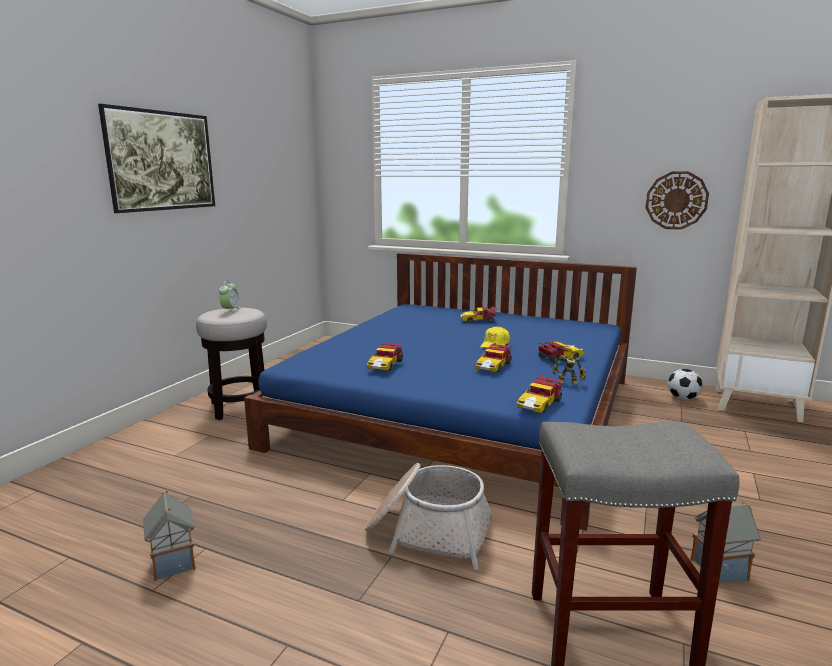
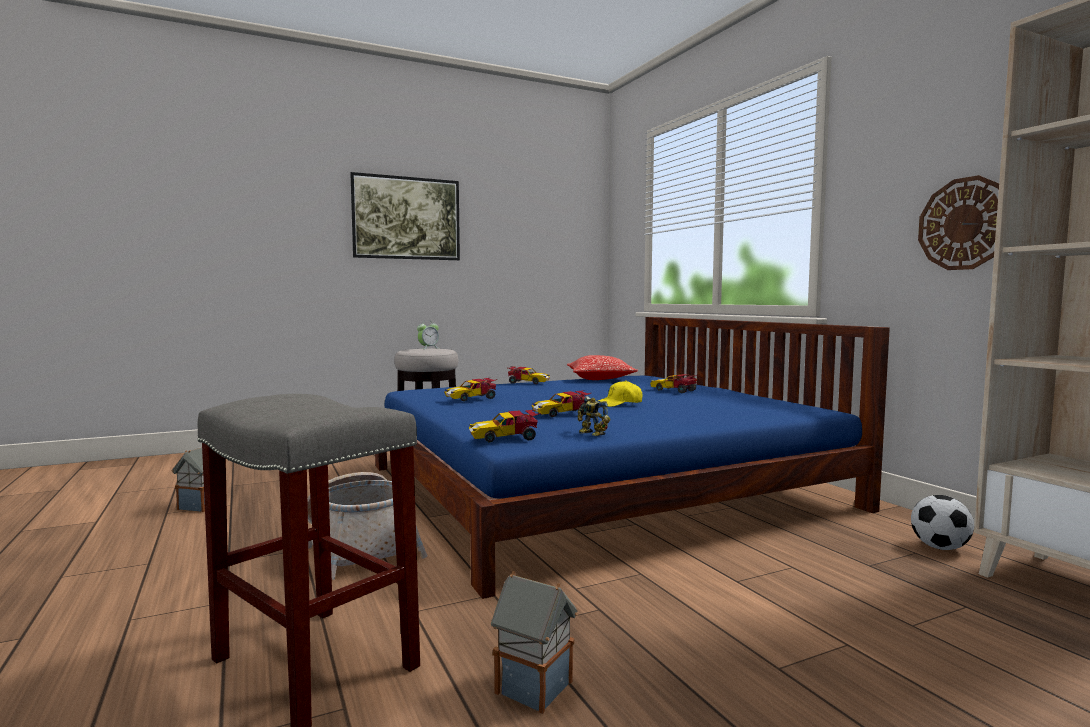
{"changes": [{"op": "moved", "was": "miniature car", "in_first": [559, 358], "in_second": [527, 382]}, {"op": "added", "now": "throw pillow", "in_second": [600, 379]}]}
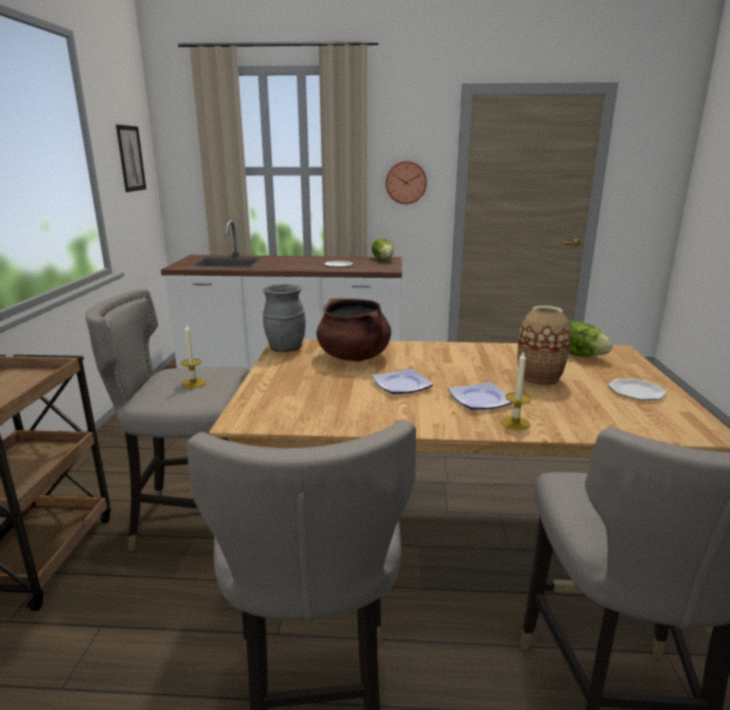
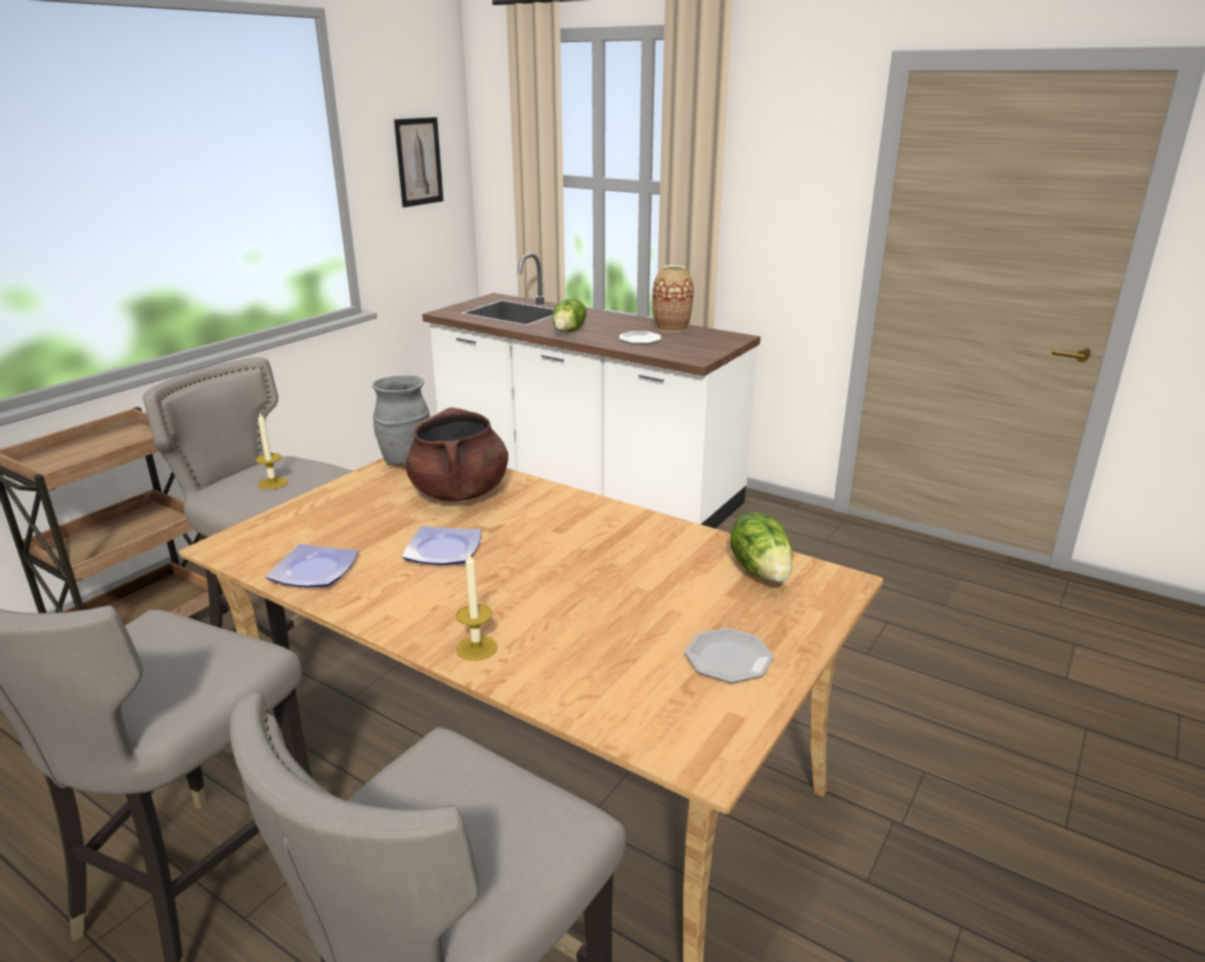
{"changes": [{"op": "moved", "was": "lettuce head", "in_first": [383, 259], "in_second": [569, 331]}, {"op": "removed", "was": "hanging clock", "in_first": [406, 182]}, {"op": "moved", "was": "flat dish", "in_first": [479, 400], "in_second": [314, 570]}, {"op": "moved", "was": "flower vase", "in_first": [539, 379], "in_second": [671, 328]}]}
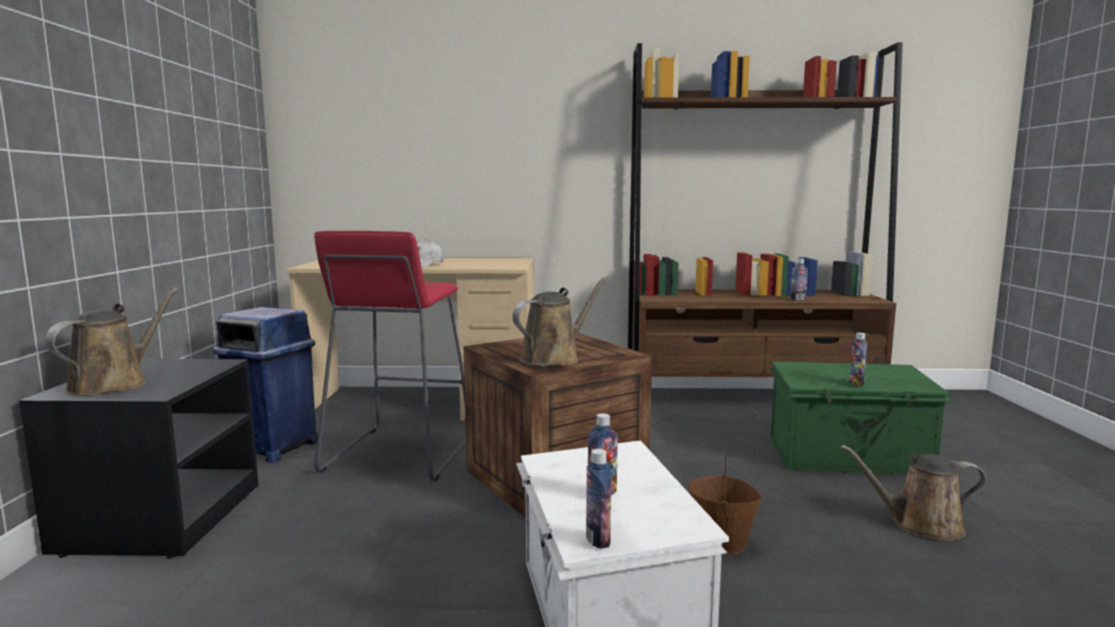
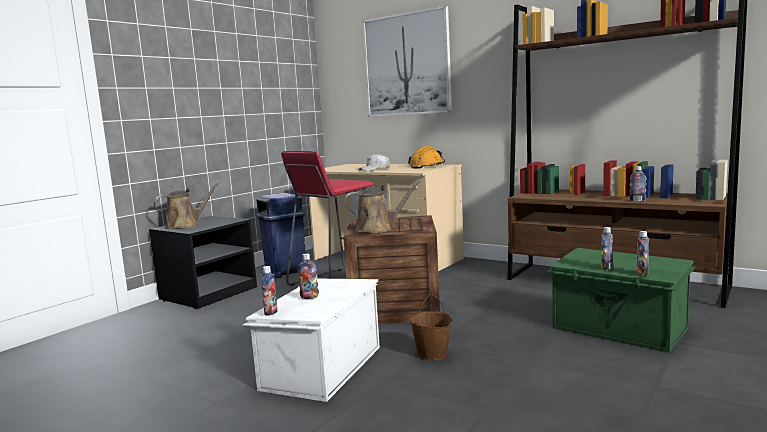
{"changes": [{"op": "removed", "was": "brown-coloured watering pot", "in_first": [920, 525]}, {"op": "added", "now": "wall picture", "in_second": [407, 65]}, {"op": "added", "now": "orange-coloured work helmet", "in_second": [427, 166]}, {"op": "added", "now": "bottle", "in_second": [642, 273]}]}
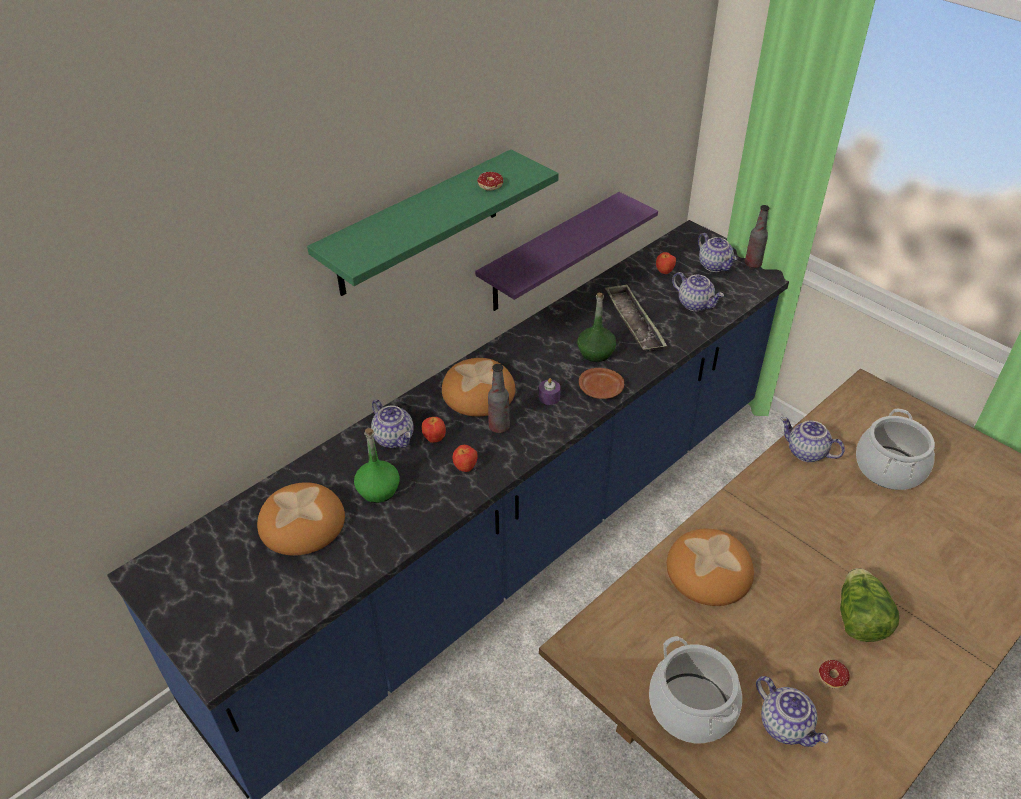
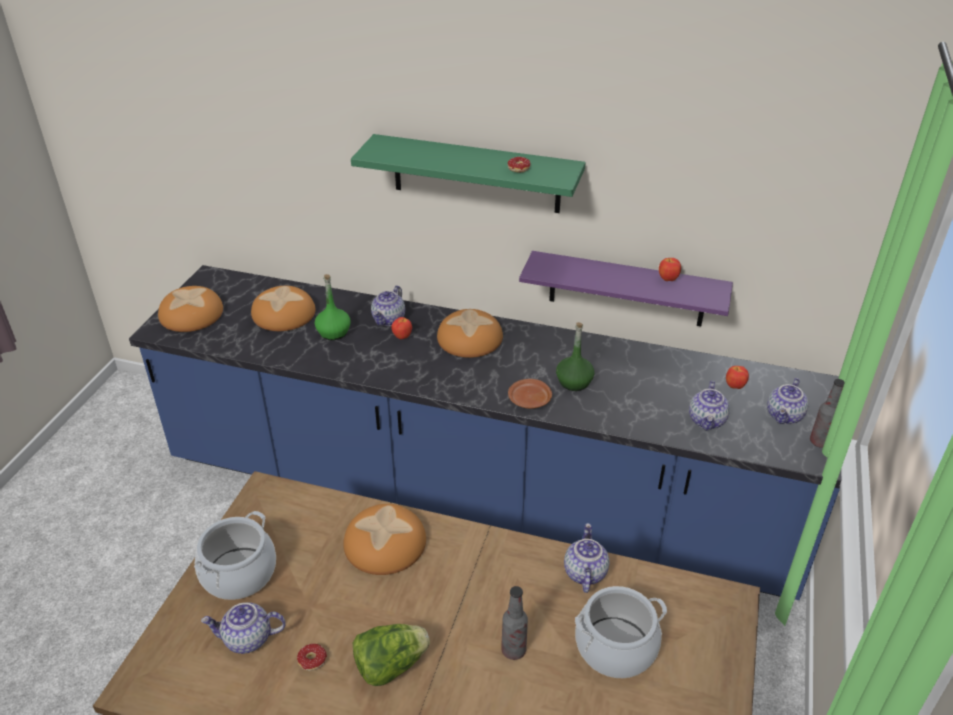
{"changes": [{"op": "moved", "was": "apple fruit", "in_first": [465, 468], "in_second": [668, 279]}, {"op": "moved", "was": "bottle", "in_first": [499, 427], "in_second": [513, 650]}, {"op": "removed", "was": "purple-coloured wax light", "in_first": [549, 397]}, {"op": "removed", "was": "serving tray", "in_first": [634, 322]}, {"op": "turned", "was": "pot for tea", "in_first": [786, 725], "in_second": [247, 639], "clockwise": 60}, {"op": "added", "now": "bread", "in_second": [191, 314]}]}
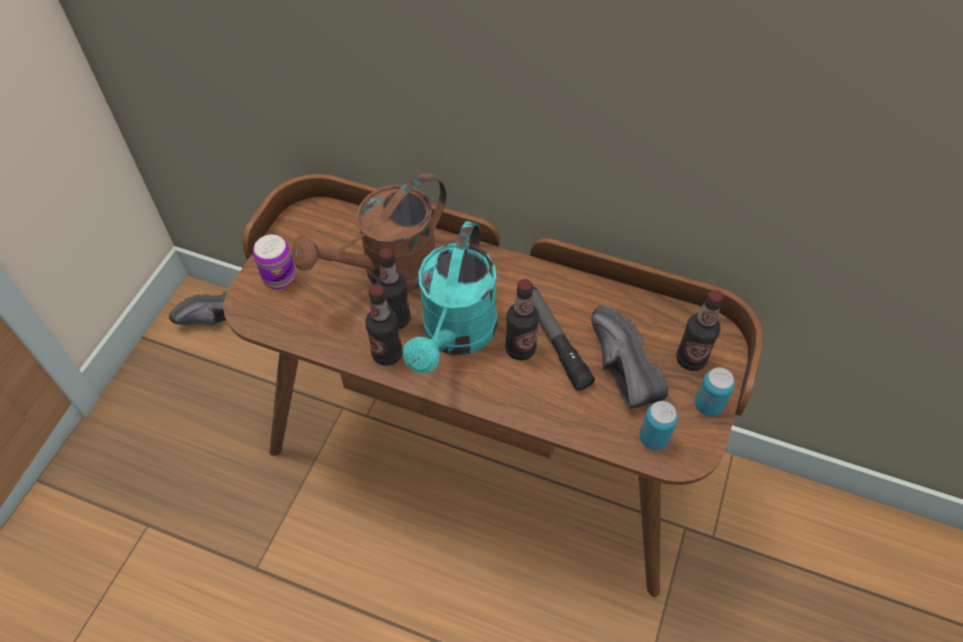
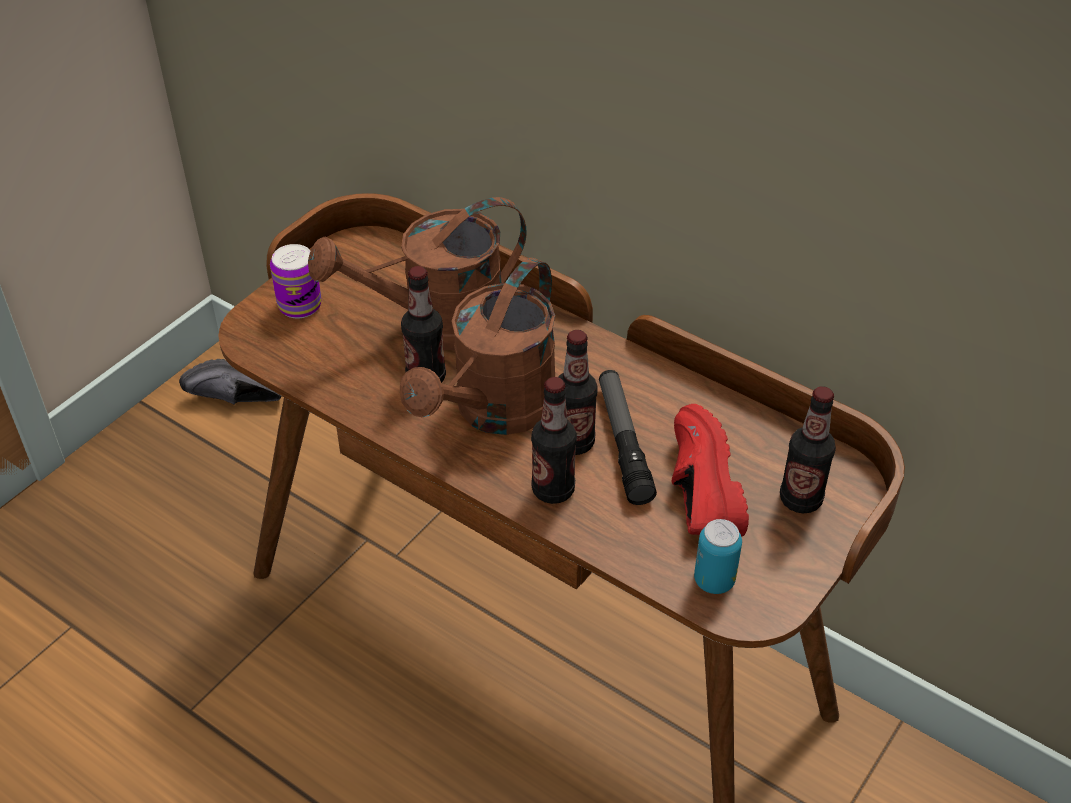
{"changes": [{"op": "moved", "was": "bottle", "in_first": [387, 354], "in_second": [553, 490]}, {"op": "recoloured", "was": "turquoise-coloured watering pot", "now": "brown-coloured watering pot", "in_first": [455, 336], "in_second": [495, 411]}, {"op": "recoloured", "was": "blackish shoe", "now": "red-coloured shoe", "in_first": [616, 370], "in_second": [693, 491]}, {"op": "removed", "was": "sealed can", "in_first": [708, 405]}]}
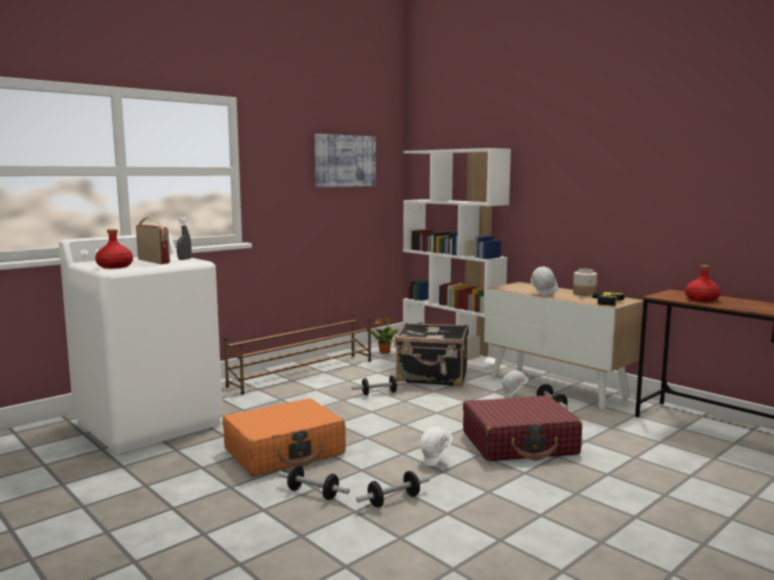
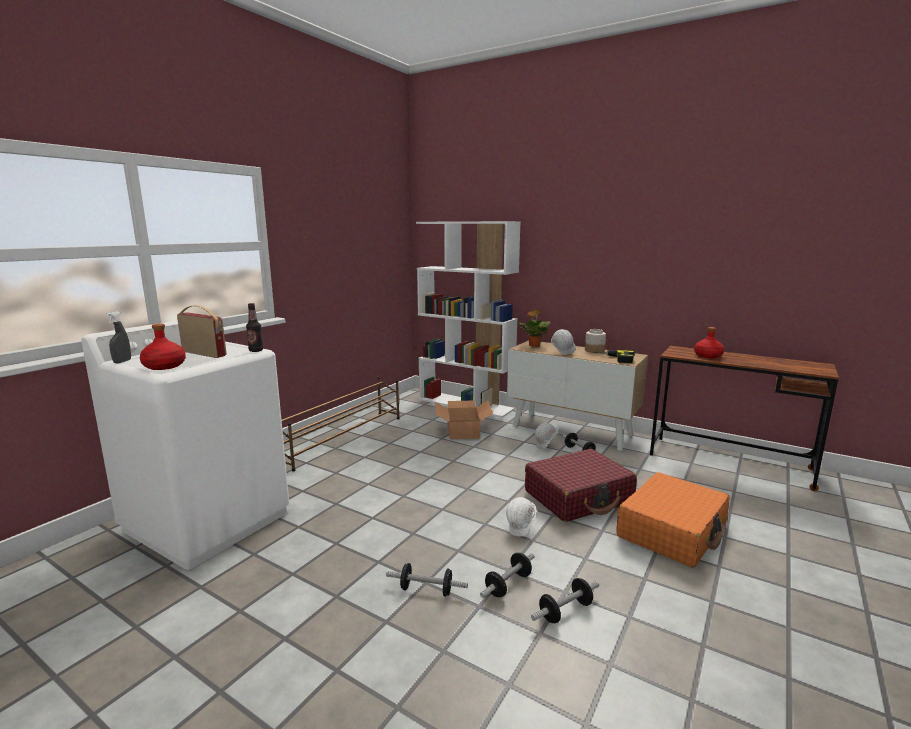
{"changes": [{"op": "moved", "was": "grey spray bottle", "in_first": [184, 259], "in_second": [122, 361]}, {"op": "moved", "was": "orange-coloured travel case", "in_first": [285, 451], "in_second": [672, 531]}, {"op": "removed", "was": "wall picture", "in_first": [345, 161]}, {"op": "moved", "was": "hand weight", "in_first": [379, 393], "in_second": [565, 611]}, {"op": "moved", "was": "houseplant", "in_first": [384, 352], "in_second": [534, 345]}, {"op": "replaced", "was": "blackish travel case", "now": "packing box", "in_first": [432, 377], "in_second": [463, 431]}, {"op": "added", "now": "bottle", "in_second": [256, 350]}]}
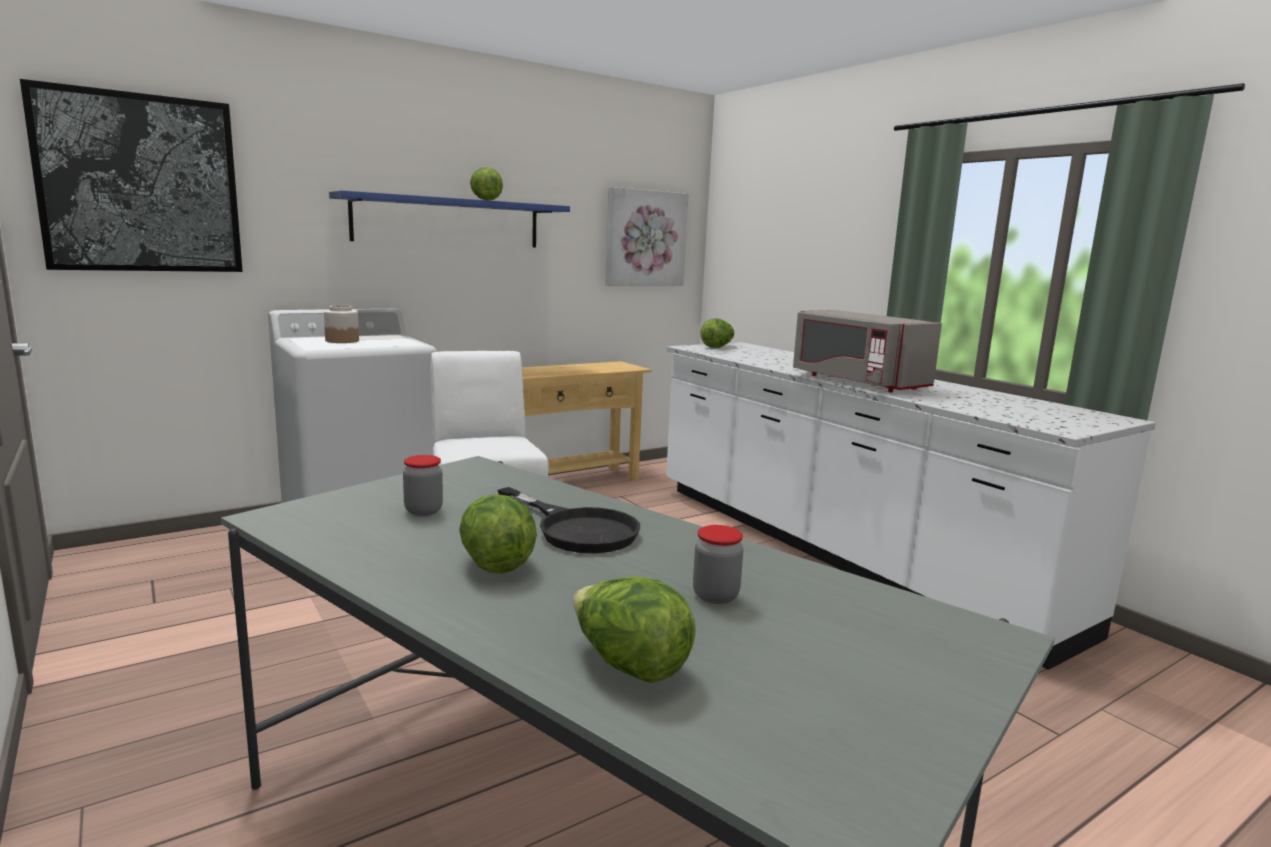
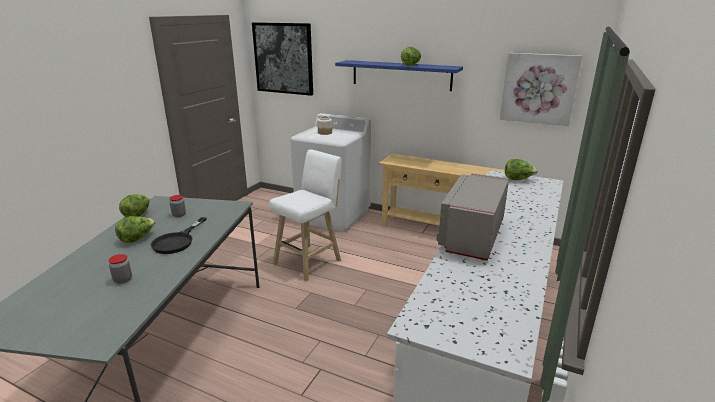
{"changes": [{"op": "moved", "was": "lettuce head", "in_first": [628, 665], "in_second": [137, 215]}]}
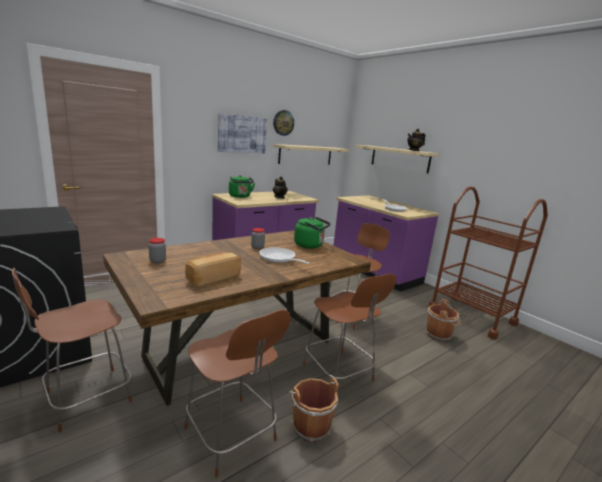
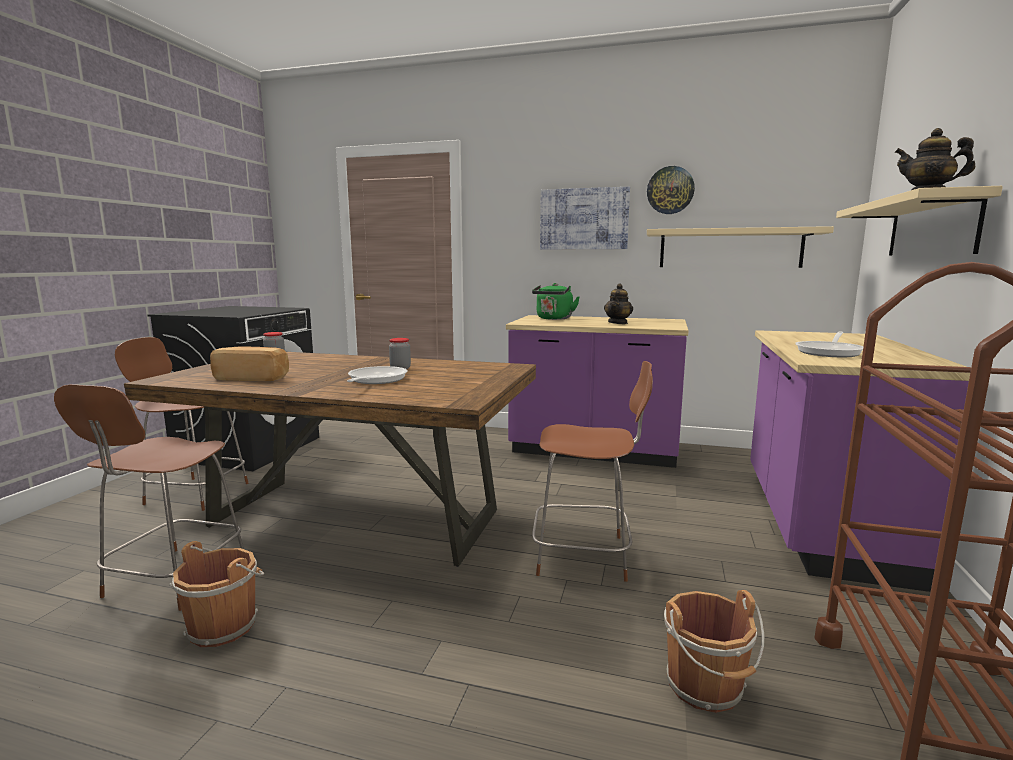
{"changes": [{"op": "removed", "was": "green water kettle", "in_first": [310, 245]}, {"op": "removed", "was": "brown-coloured plain chair", "in_first": [339, 374]}]}
